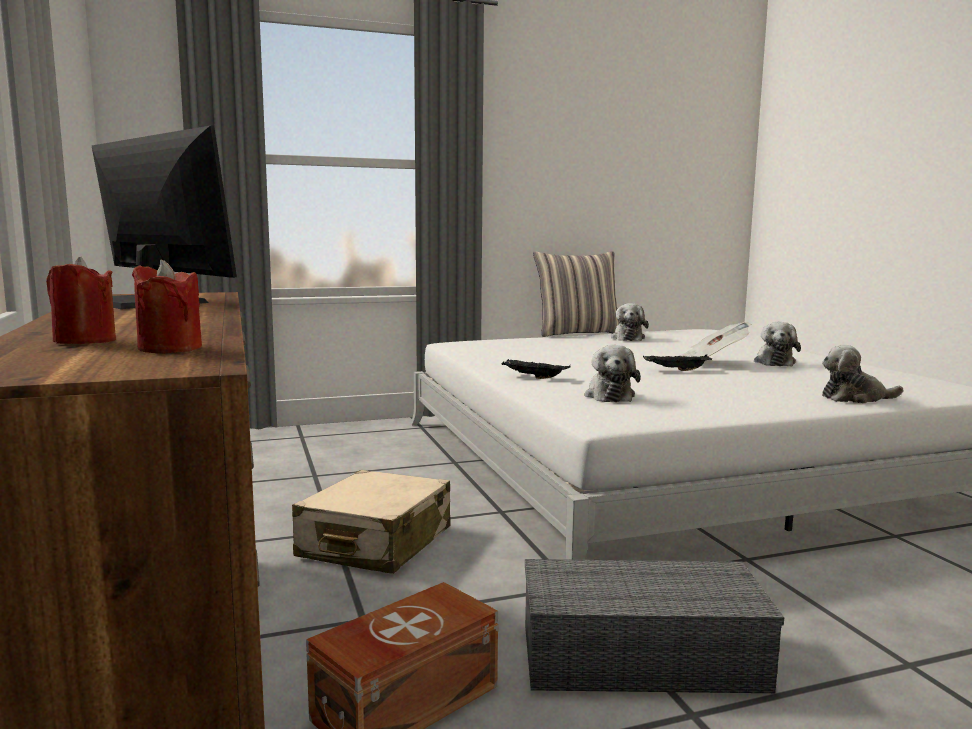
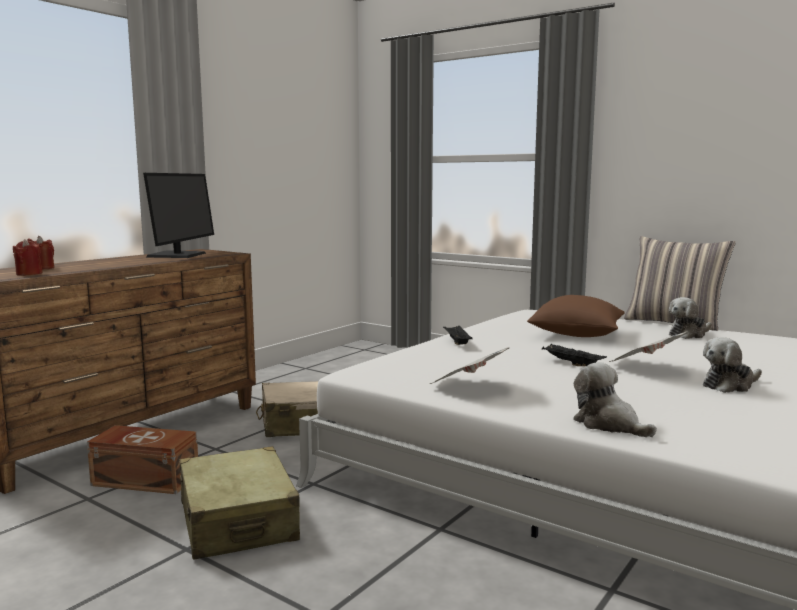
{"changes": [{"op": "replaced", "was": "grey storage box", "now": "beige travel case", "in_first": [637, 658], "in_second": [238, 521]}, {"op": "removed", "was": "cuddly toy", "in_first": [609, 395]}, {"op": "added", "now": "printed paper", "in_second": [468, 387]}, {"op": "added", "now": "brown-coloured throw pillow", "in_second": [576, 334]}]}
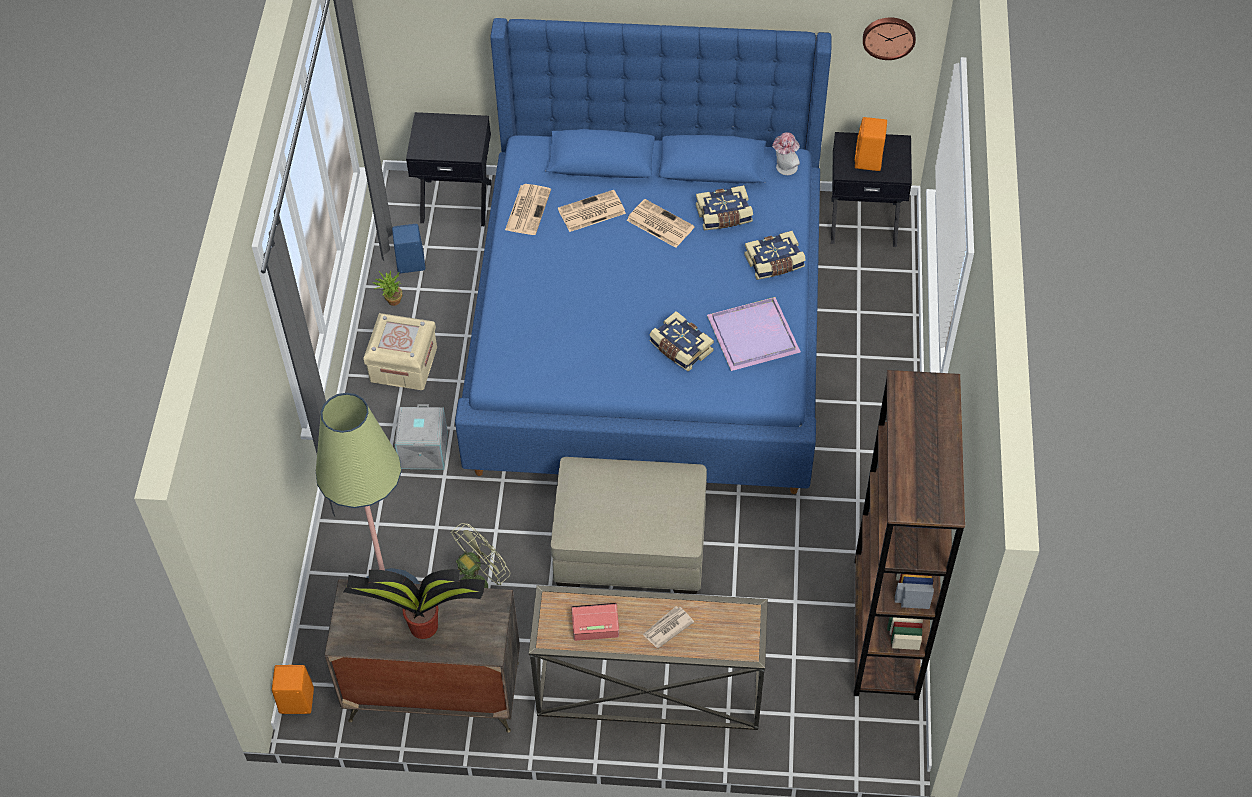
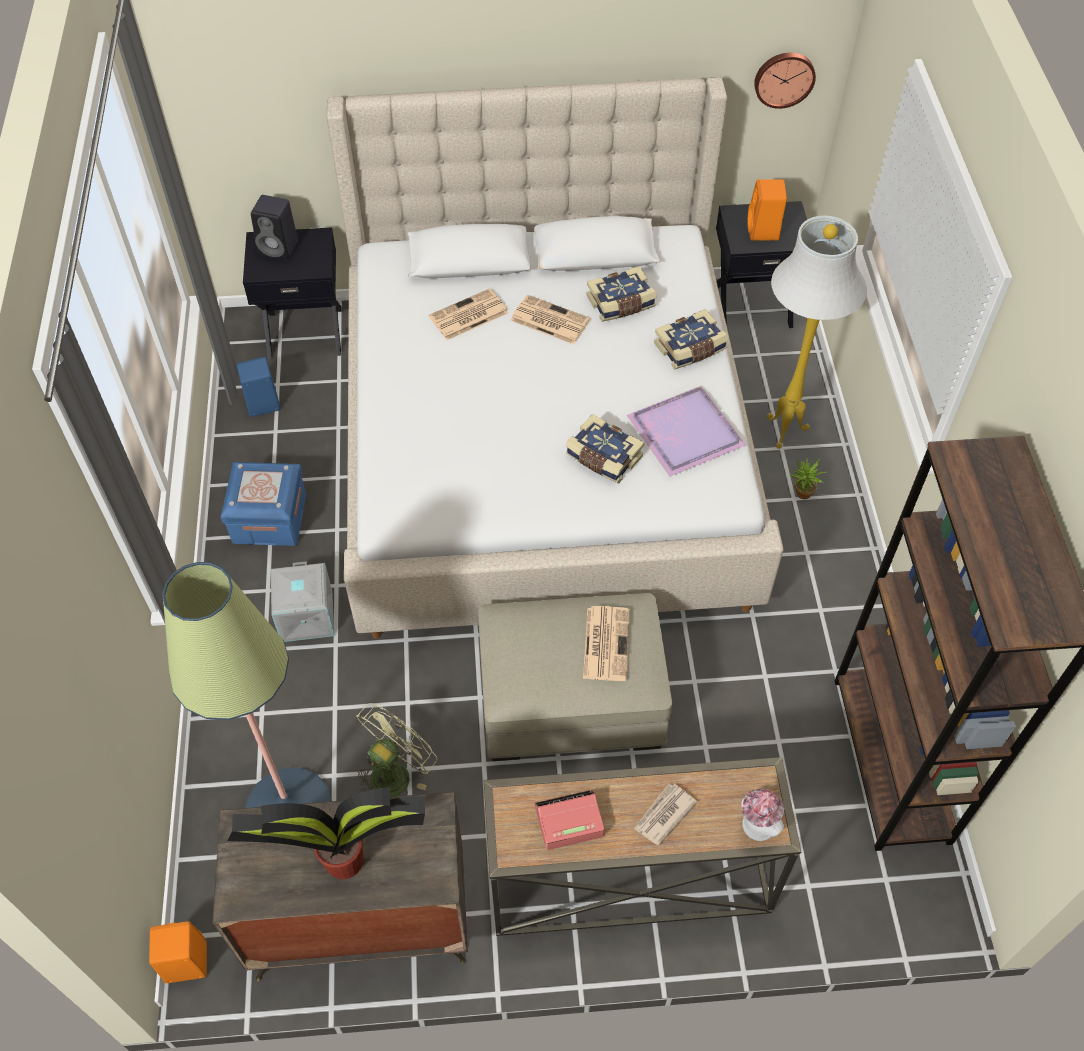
{"changes": [{"op": "recoloured", "was": "beige storage box", "now": "blue-coloured storage box", "in_first": [403, 364], "in_second": [269, 518]}, {"op": "moved", "was": "houseplant", "in_first": [391, 301], "in_second": [801, 495]}, {"op": "recoloured", "was": "blue-coloured bed", "now": "beige bed", "in_first": [649, 331], "in_second": [545, 448]}, {"op": "moved", "was": "printed paper", "in_first": [528, 209], "in_second": [605, 643]}, {"op": "moved", "was": "clothing hat", "in_first": [784, 168], "in_second": [756, 828]}, {"op": "added", "now": "blackish loudspeaker", "in_second": [280, 247]}, {"op": "added", "now": "white-coloured standing lamp", "in_second": [782, 431]}]}
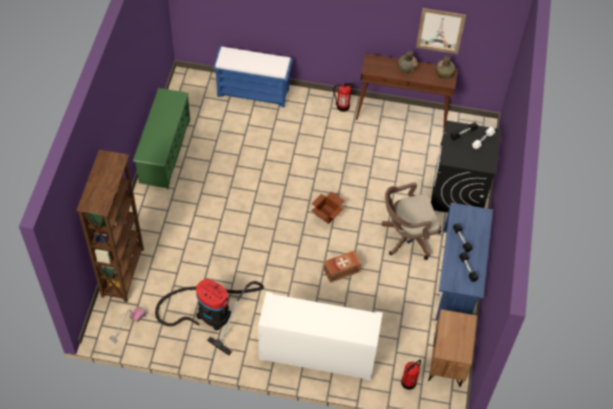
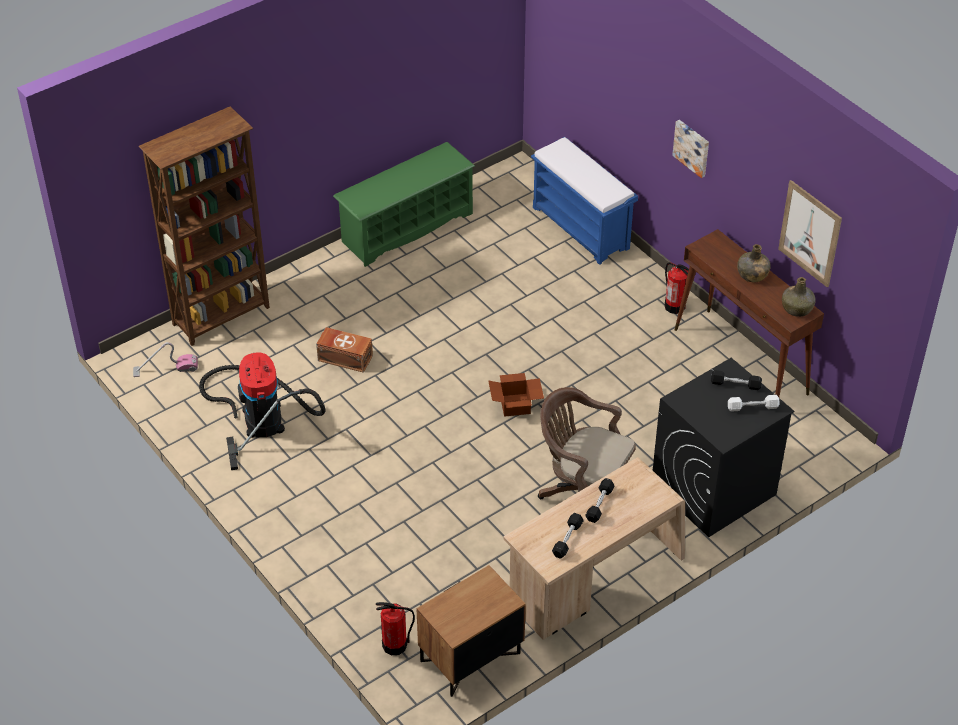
{"changes": [{"op": "removed", "was": "white-coloured storage cabinet", "in_first": [317, 354]}, {"op": "moved", "was": "brown-coloured storage box", "in_first": [341, 270], "in_second": [344, 357]}, {"op": "recoloured", "was": "blue-coloured desk table", "now": "beige desk table", "in_first": [457, 277], "in_second": [594, 580]}, {"op": "added", "now": "wall picture", "in_second": [692, 147]}]}
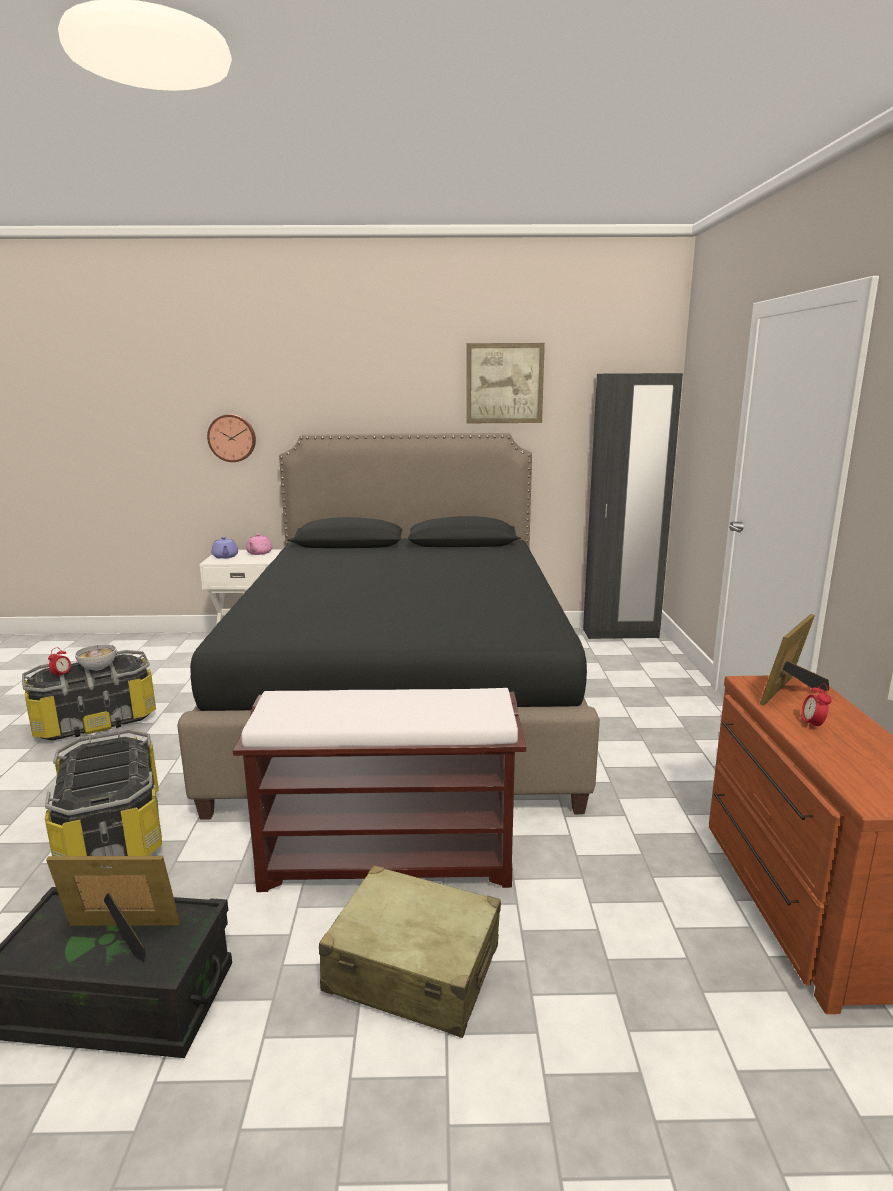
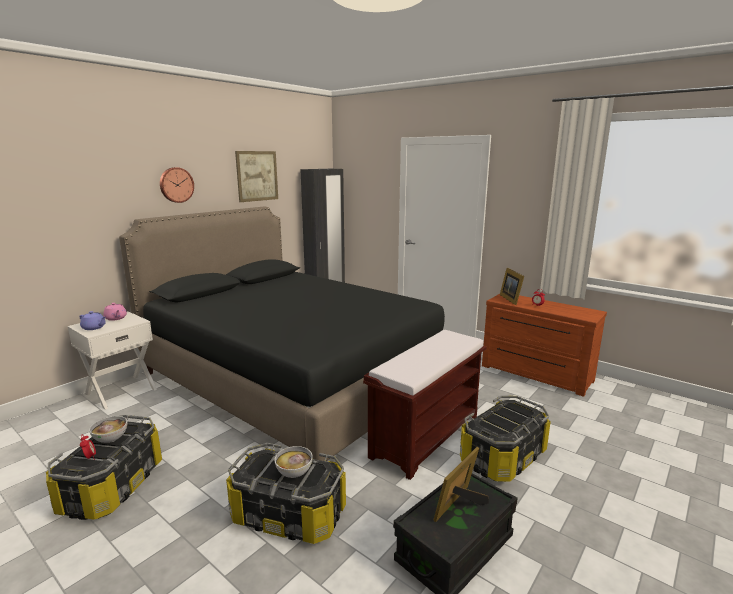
{"changes": [{"op": "moved", "was": "hanging clock", "in_first": [232, 438], "in_second": [176, 185]}, {"op": "replaced", "was": "beige travel case", "now": "storage box", "in_first": [413, 968], "in_second": [503, 457]}, {"op": "added", "now": "deep dish", "in_second": [294, 473]}]}
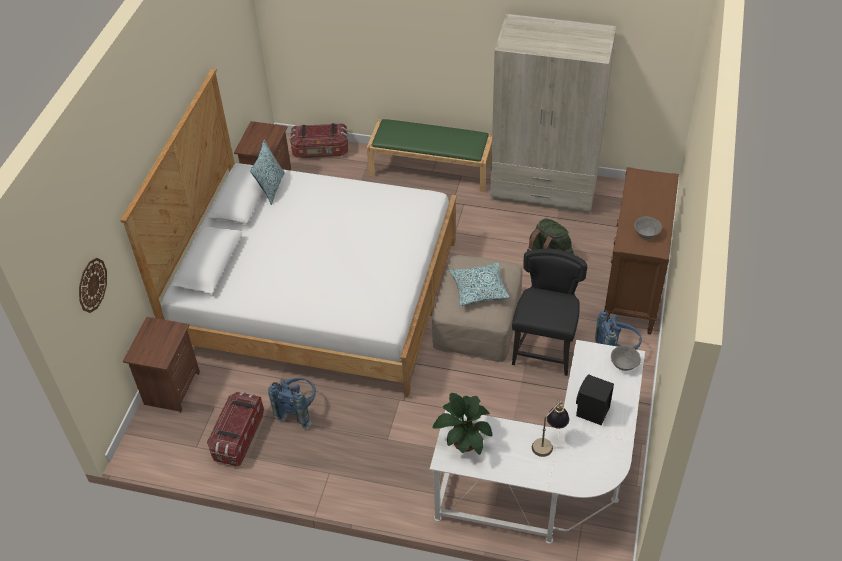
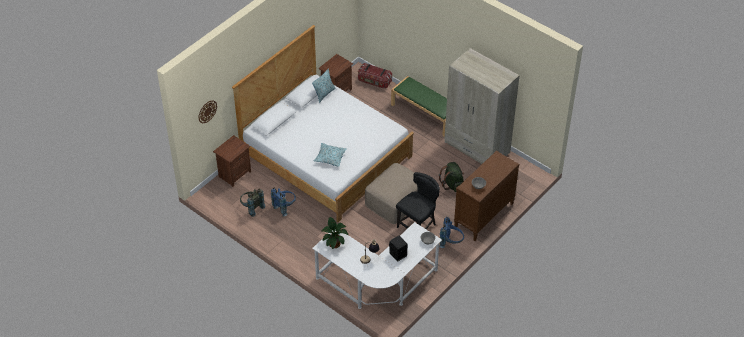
{"changes": [{"op": "replaced", "was": "storage box", "now": "grey rucksack", "in_first": [238, 437], "in_second": [251, 208]}, {"op": "moved", "was": "throw pillow", "in_first": [479, 289], "in_second": [330, 157]}]}
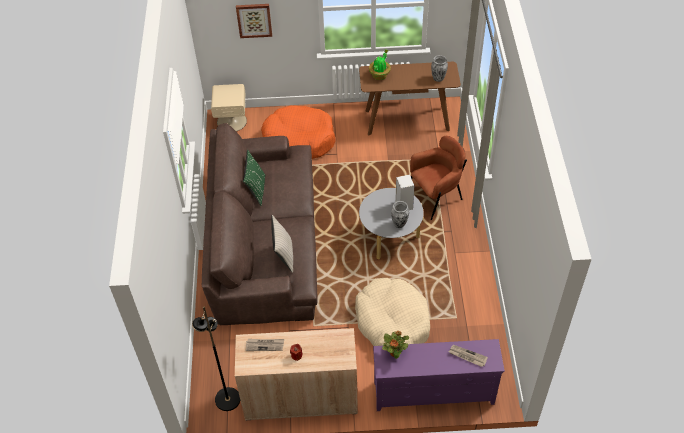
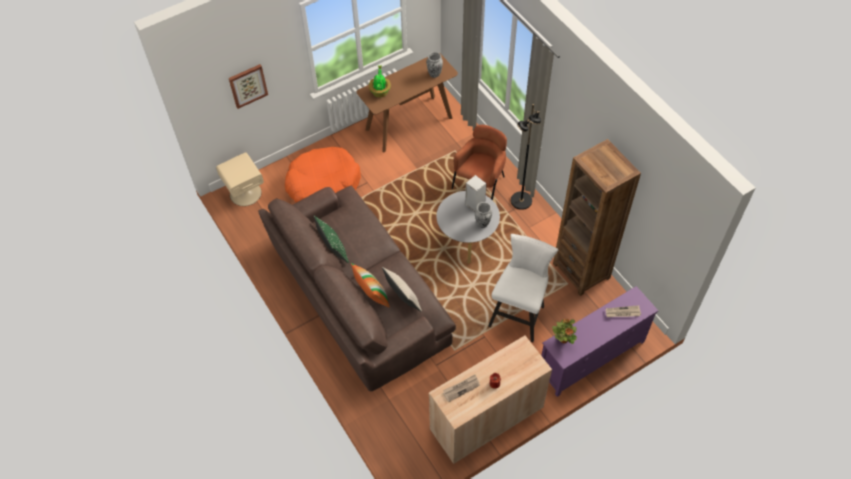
{"changes": [{"op": "moved", "was": "blackish standing lamp", "in_first": [227, 399], "in_second": [520, 201]}, {"op": "replaced", "was": "beige pet bed", "now": "white-coloured stool", "in_first": [392, 322], "in_second": [519, 313]}, {"op": "added", "now": "throw pillow", "in_second": [372, 295]}, {"op": "added", "now": "brown-coloured bookshelf", "in_second": [581, 271]}]}
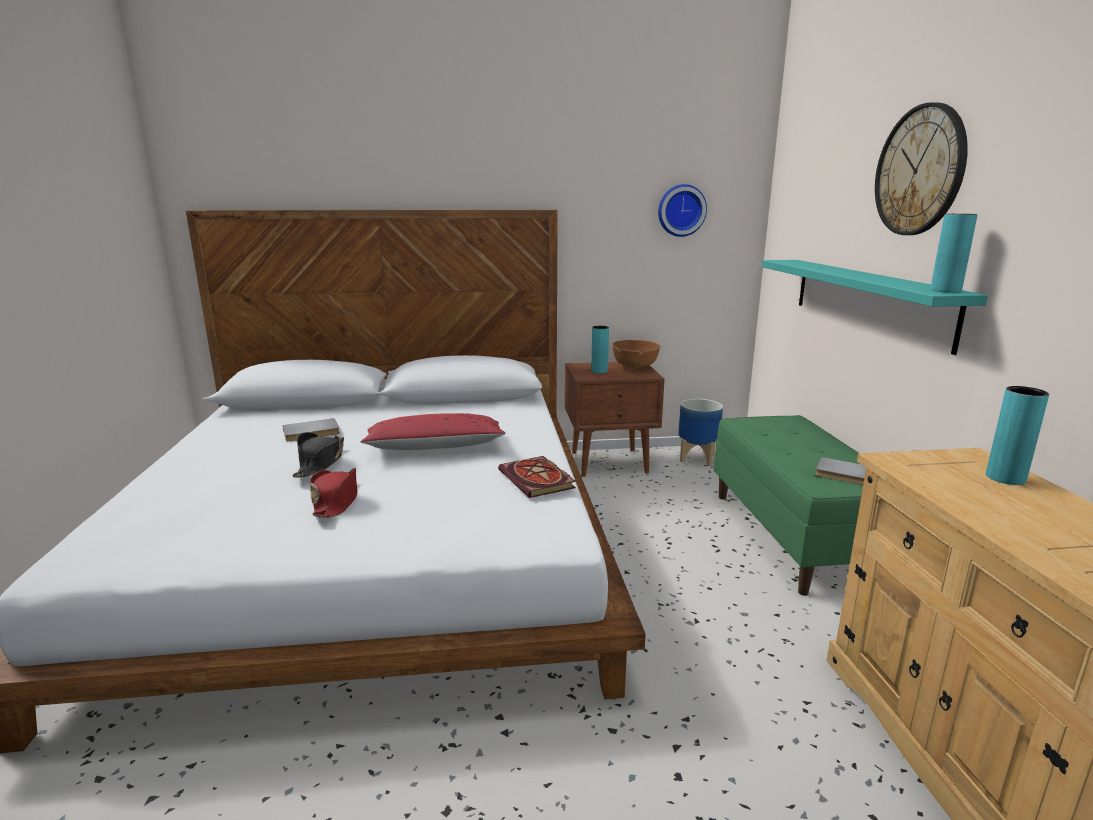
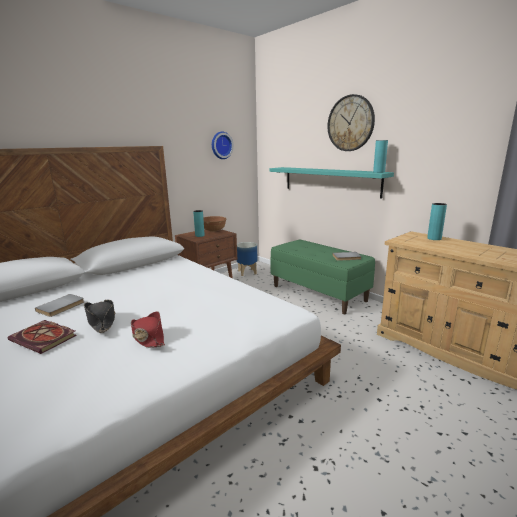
{"changes": [{"op": "removed", "was": "red-coloured throw pillow", "in_first": [435, 447]}, {"op": "moved", "was": "volume", "in_first": [538, 480], "in_second": [45, 338]}]}
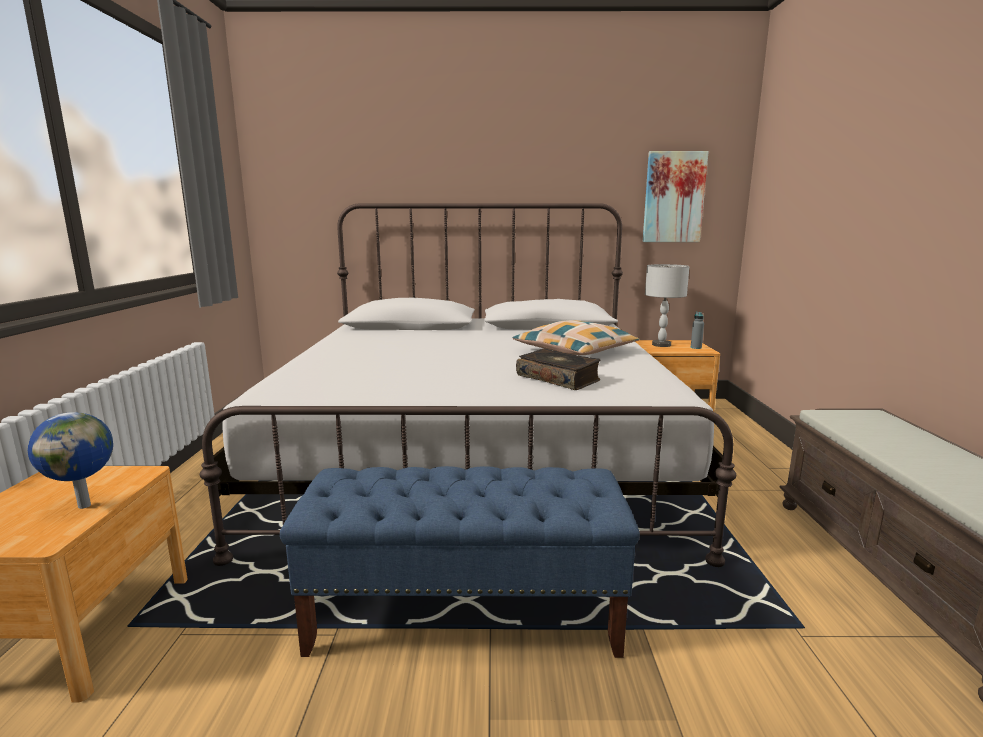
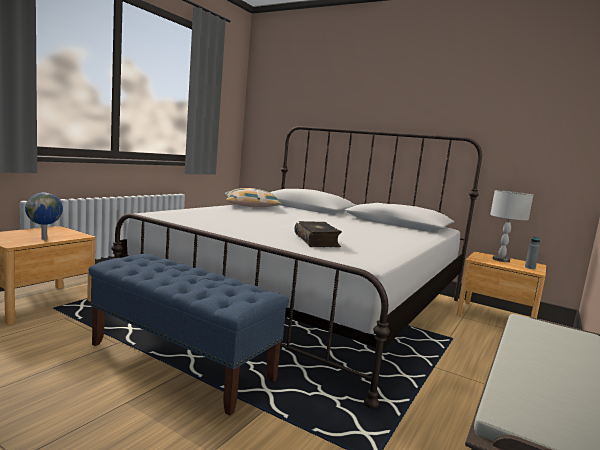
{"changes": [{"op": "moved", "was": "throw pillow", "in_first": [575, 351], "in_second": [251, 206]}, {"op": "removed", "was": "wall picture", "in_first": [673, 197]}]}
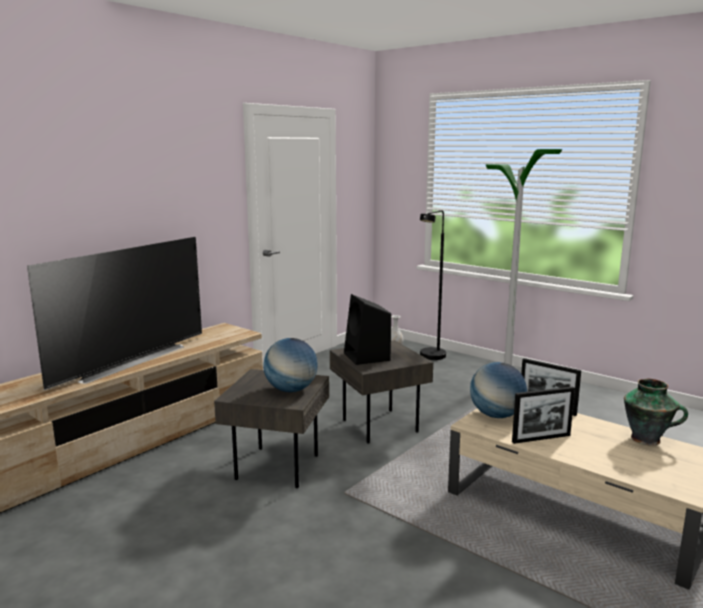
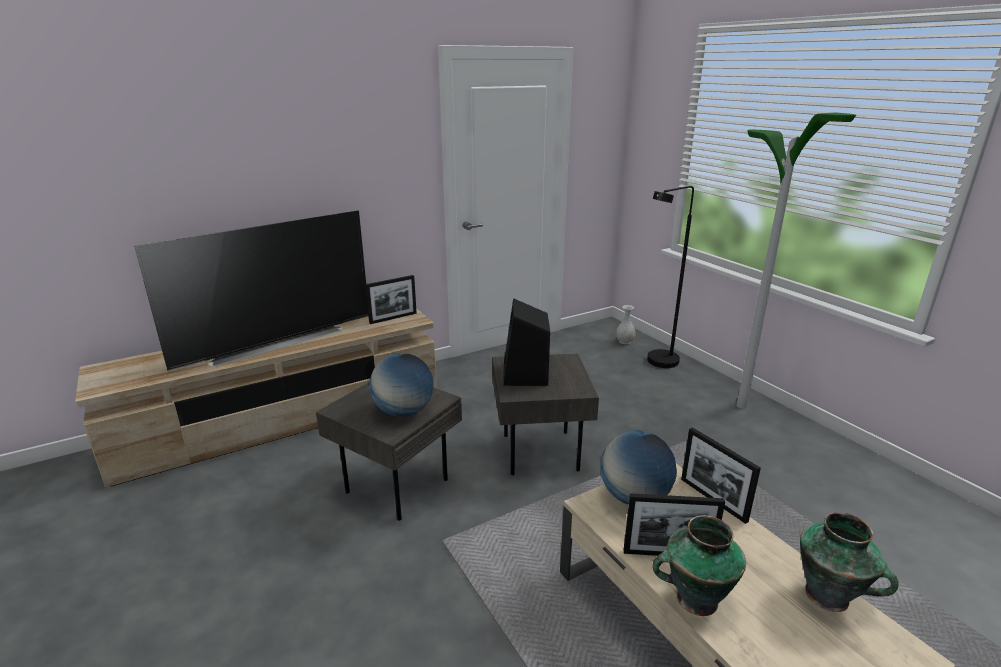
{"changes": [{"op": "added", "now": "photo frame", "in_second": [393, 318]}, {"op": "added", "now": "flower vase", "in_second": [694, 599]}]}
